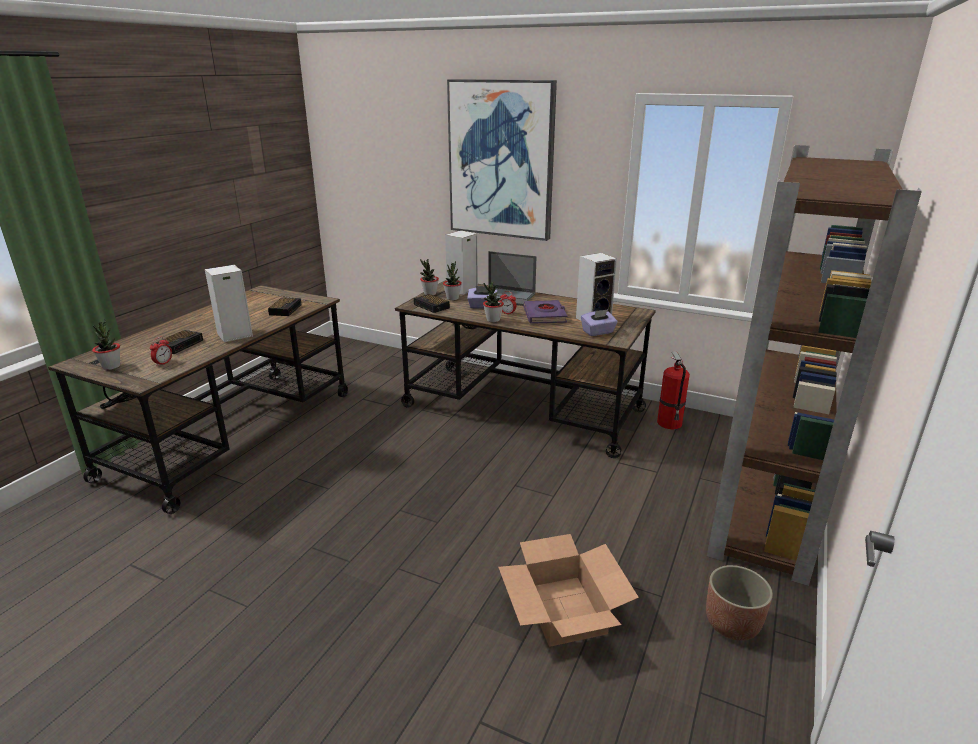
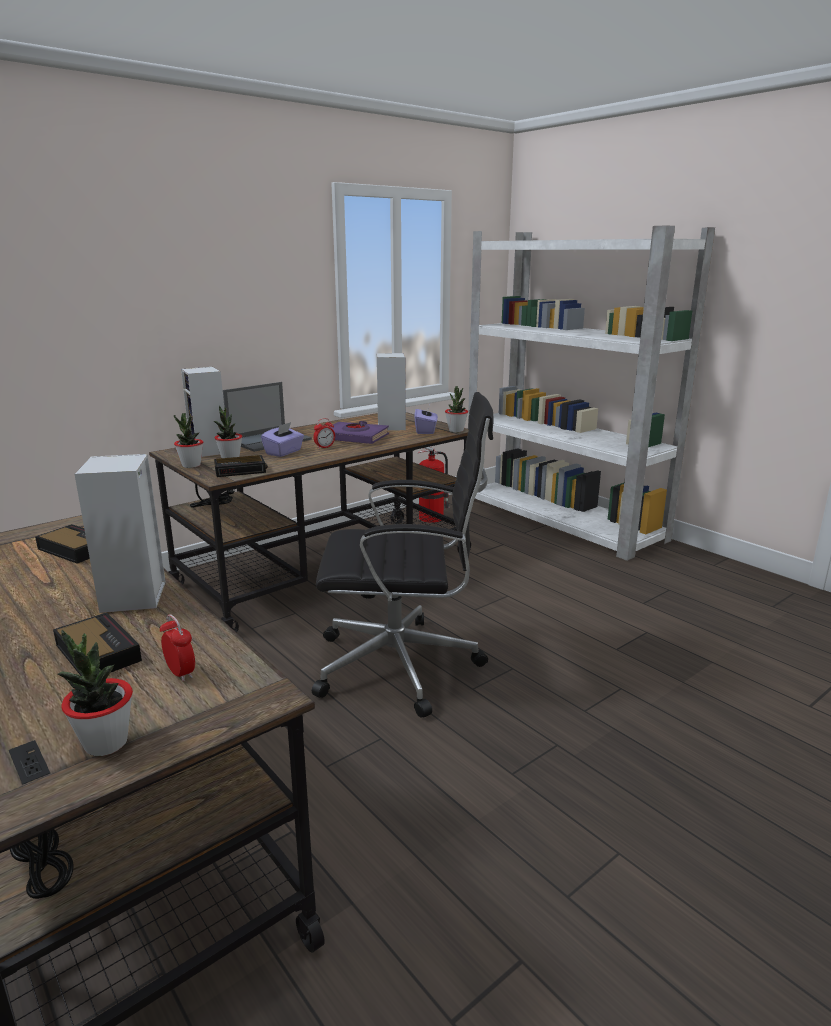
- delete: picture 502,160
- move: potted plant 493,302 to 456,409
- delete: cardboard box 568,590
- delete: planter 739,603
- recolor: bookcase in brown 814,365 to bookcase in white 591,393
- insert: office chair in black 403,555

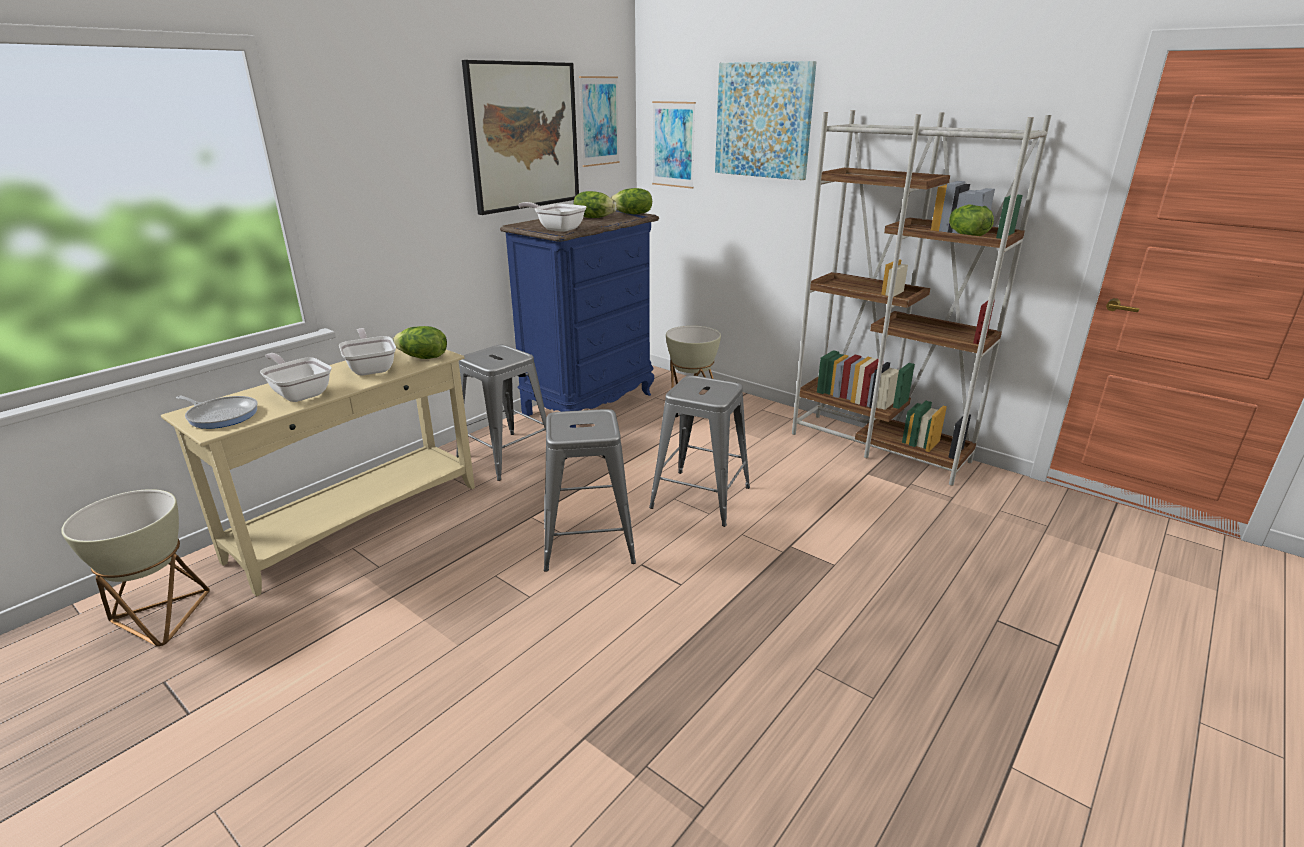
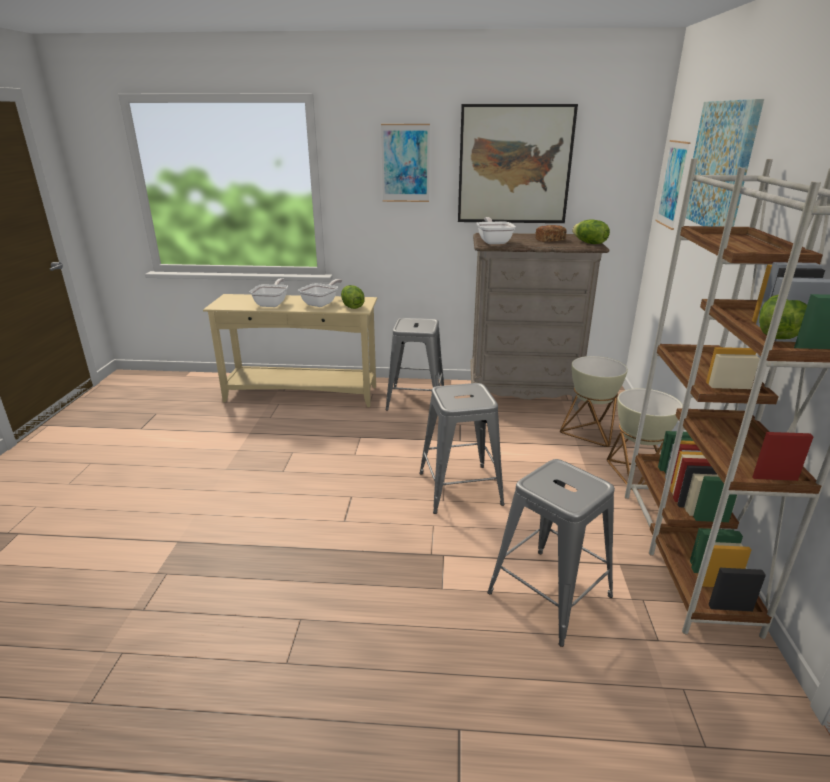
- move: planter 135,567 to 645,439
- delete: frying pan 217,412
- recolor: dresser in blue 579,319 to dresser in beige 539,322
- move: stool in grey 590,490 to 551,553
- replace: lettuce 595,204 to bread 551,233
- move: picture 599,121 to 405,163

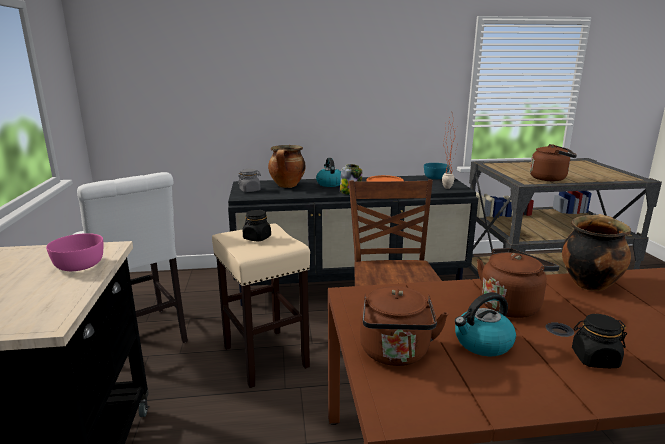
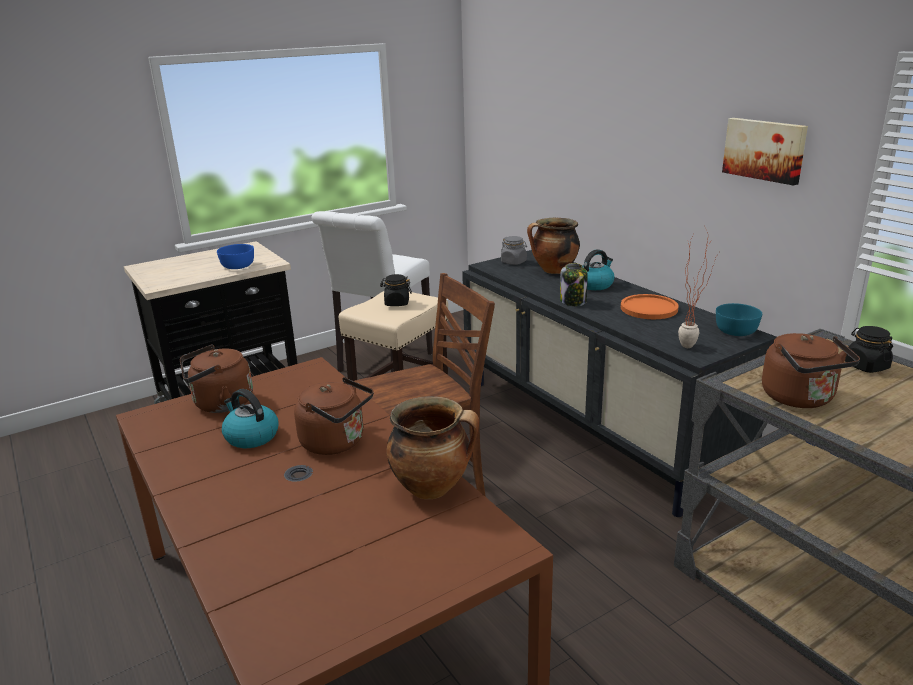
- recolor: bowl in pink 74,252 to bowl in blue 235,256
- move: jar in black 599,341 to 869,349
- insert: picture 765,152

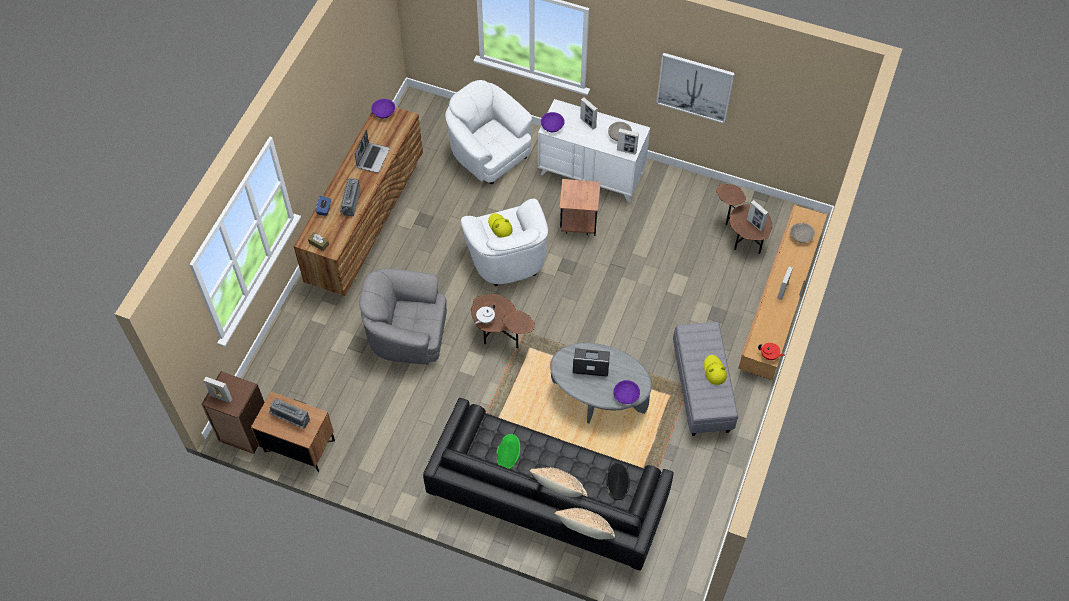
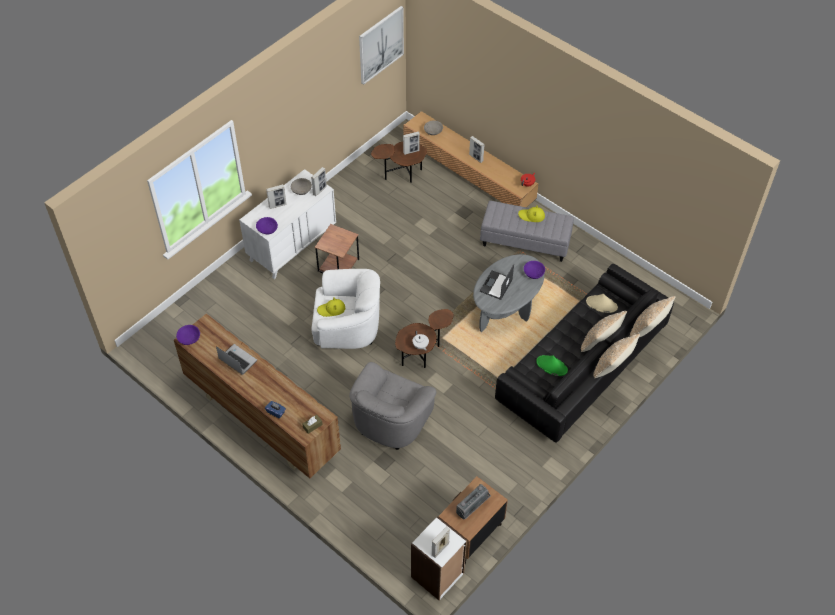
- recolor: bookcase in brown 233,412 to bookcase in white 439,558
- delete: radio 349,197
- delete: armchair in white 488,132
- recolor: hat in black 618,481 to hat in beige 602,303
- move: picture 695,88 to 381,45
- insert: pillow in beige 617,356

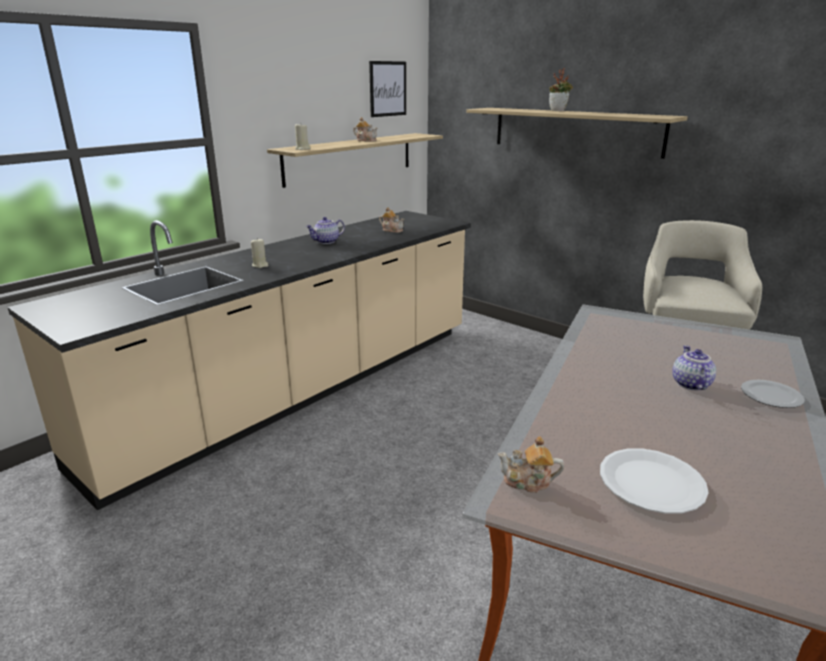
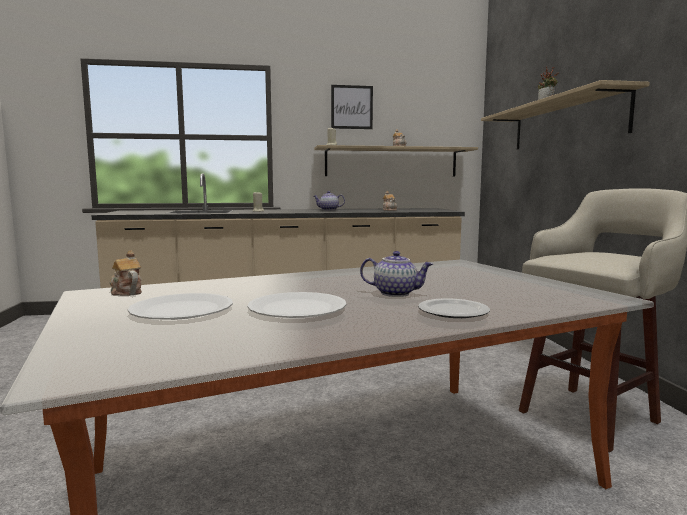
- move: picture 387,89 to 352,107
- rotate: teapot 694,368 = 396,274 60 degrees clockwise
- insert: plate in white 296,305

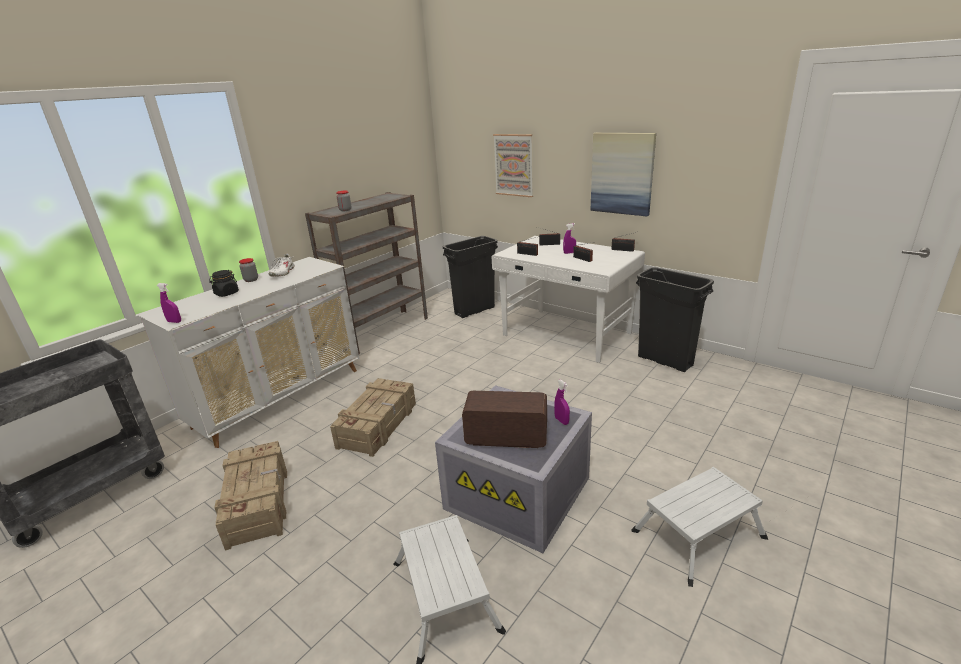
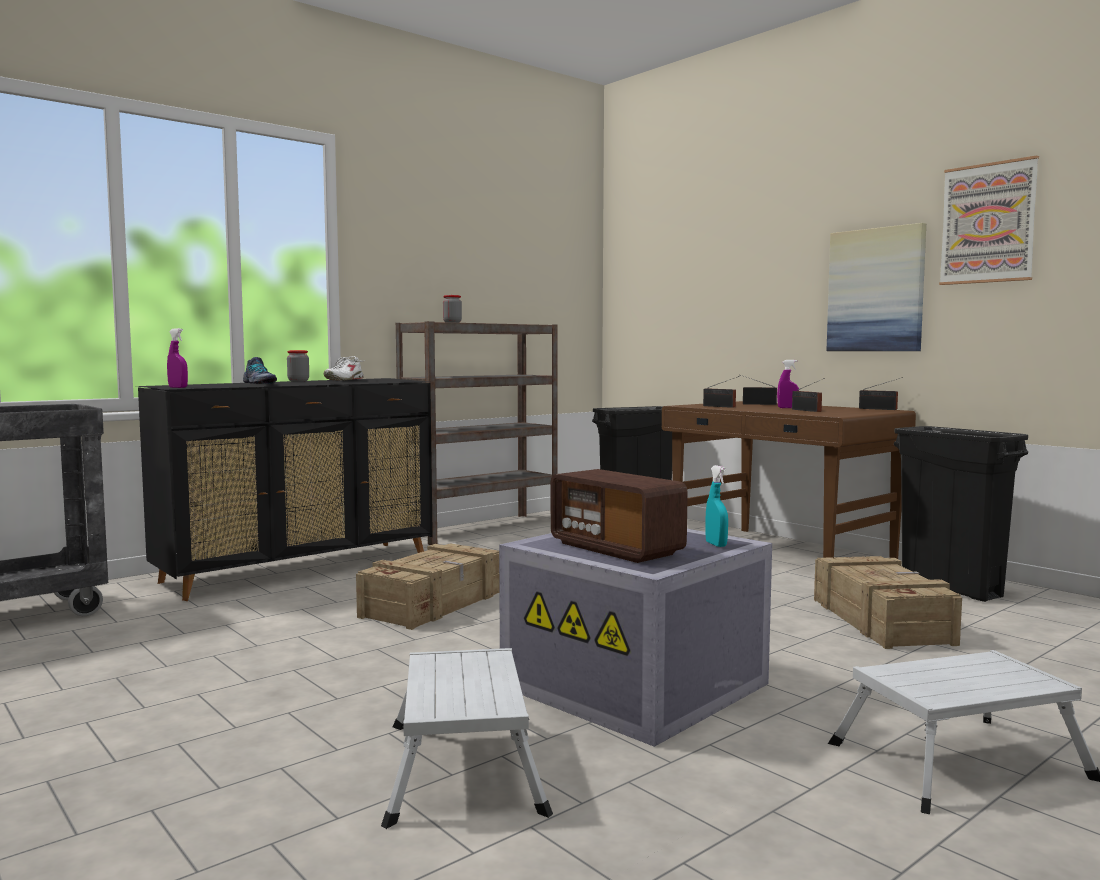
- recolor: cabinet in white 248,352 to cabinet in black 284,489
- replace: jar in black 224,283 to shoe 260,370
- move: crate 250,496 to 888,602
- rotate: radio 504,419 = 619,516 150 degrees counterclockwise
- recolor: desk in white 568,299 to desk in brown 789,480
- move: picture 513,165 to 989,220
- recolor: spray bottle in purple 562,402 to spray bottle in turquoise 716,506

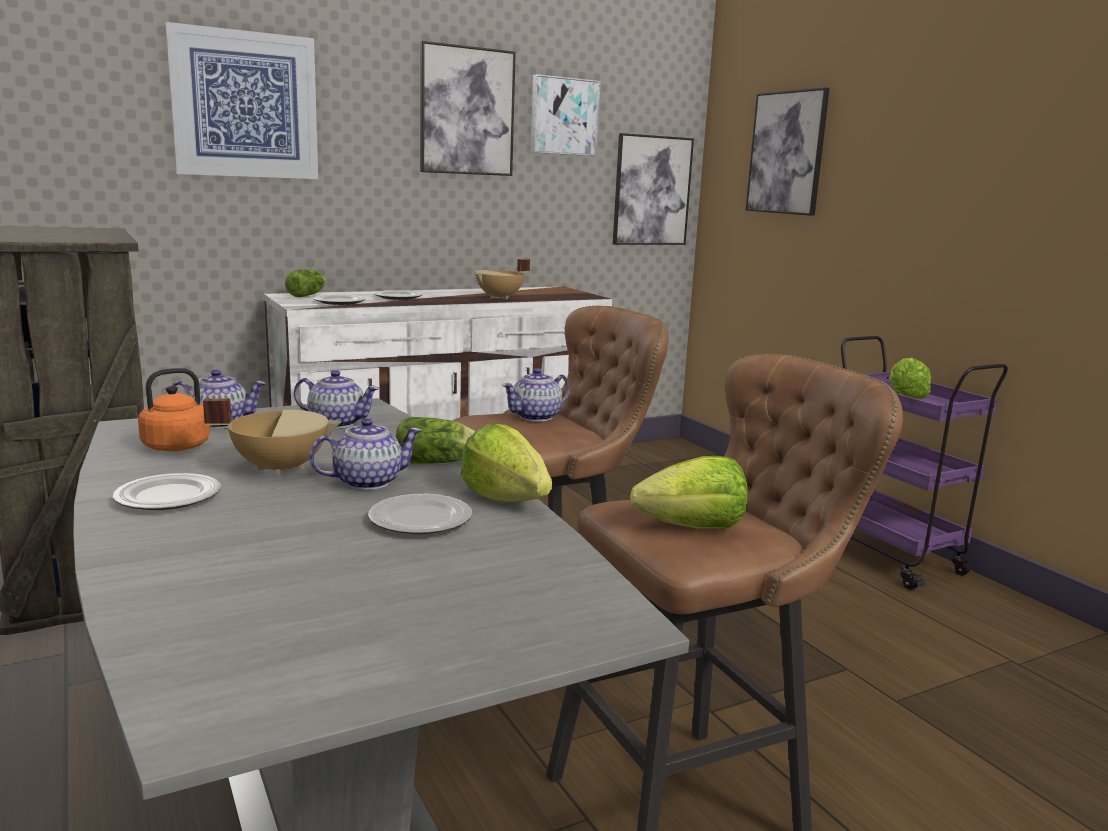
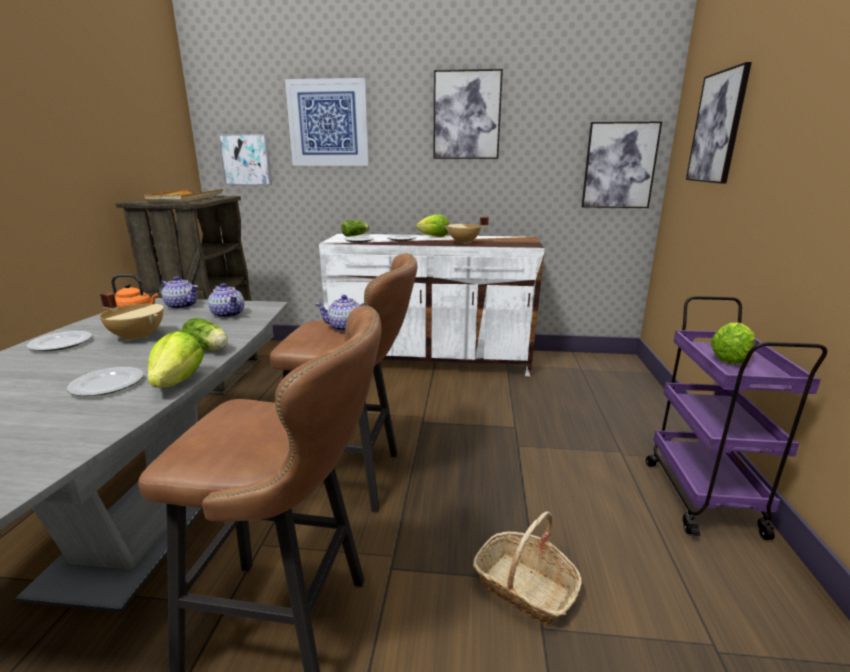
- delete: teapot 366,454
- move: picture 566,115 to 245,159
- move: lettuce 689,492 to 432,225
- insert: tray in beige 183,195
- insert: basket 527,568

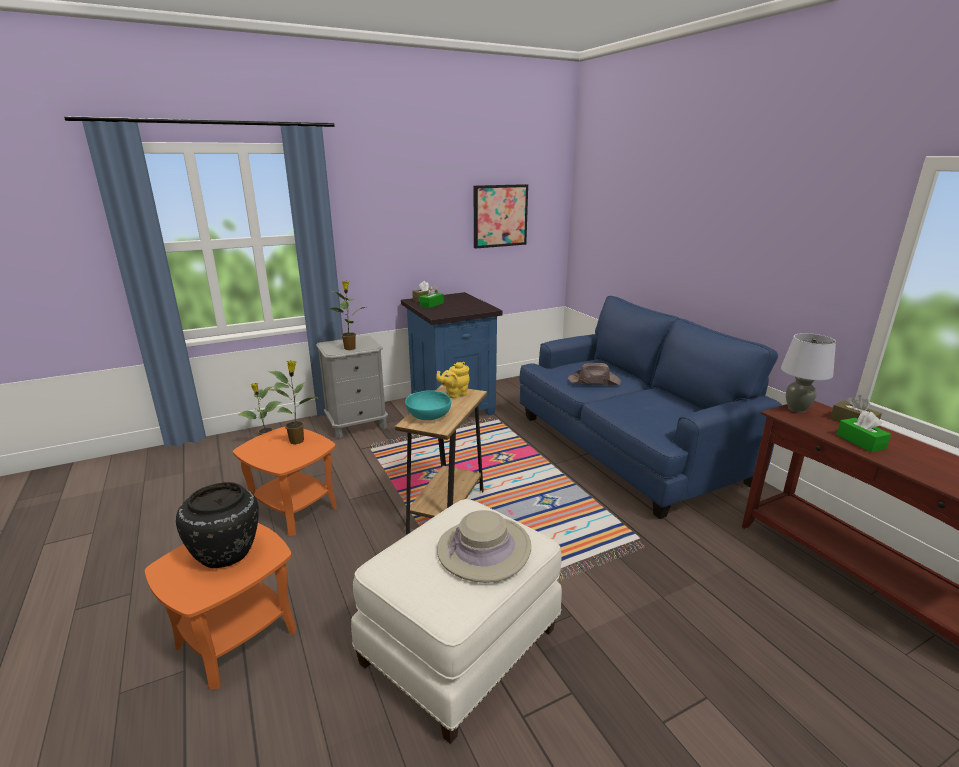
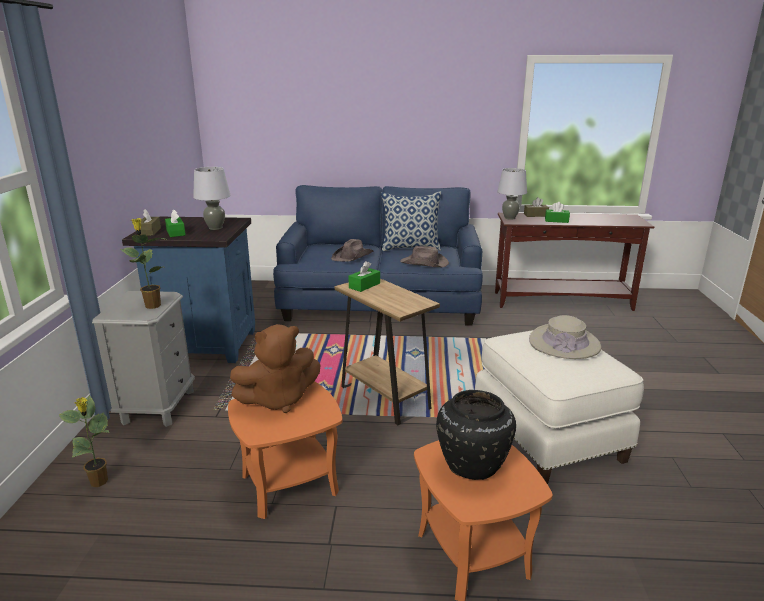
- replace: potted plant 294,402 to plush toy in brown 275,368
- delete: bowl in turquoise 428,405
- replace: teapot in yellow 453,380 to tissue box in green 364,276
- delete: picture 501,216
- insert: table lamp in grey 212,198
- insert: pillow 411,221
- insert: hat in brown 424,257

